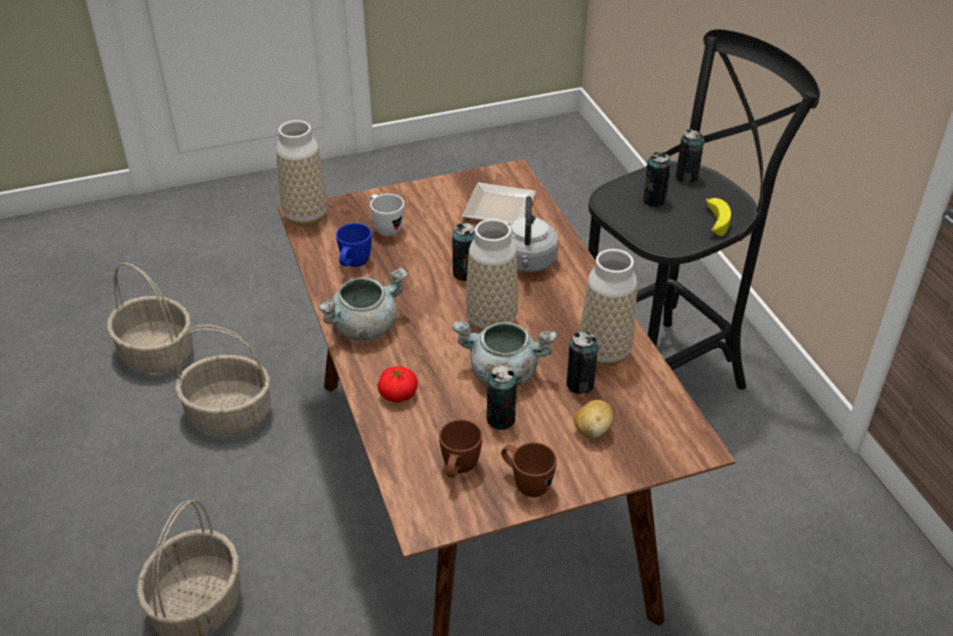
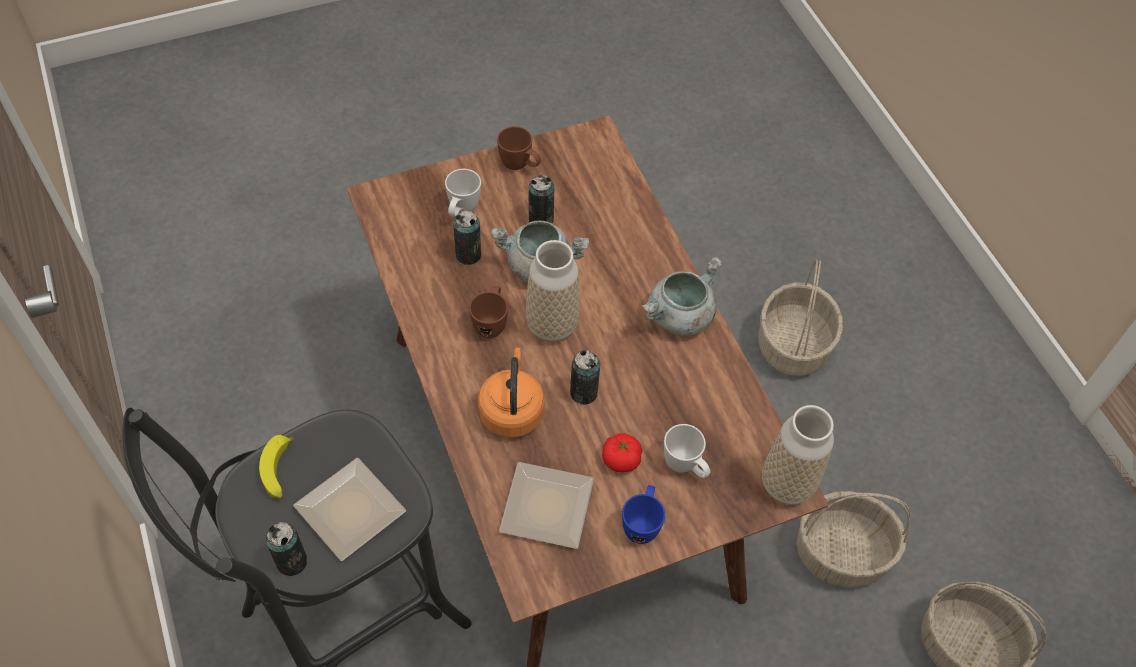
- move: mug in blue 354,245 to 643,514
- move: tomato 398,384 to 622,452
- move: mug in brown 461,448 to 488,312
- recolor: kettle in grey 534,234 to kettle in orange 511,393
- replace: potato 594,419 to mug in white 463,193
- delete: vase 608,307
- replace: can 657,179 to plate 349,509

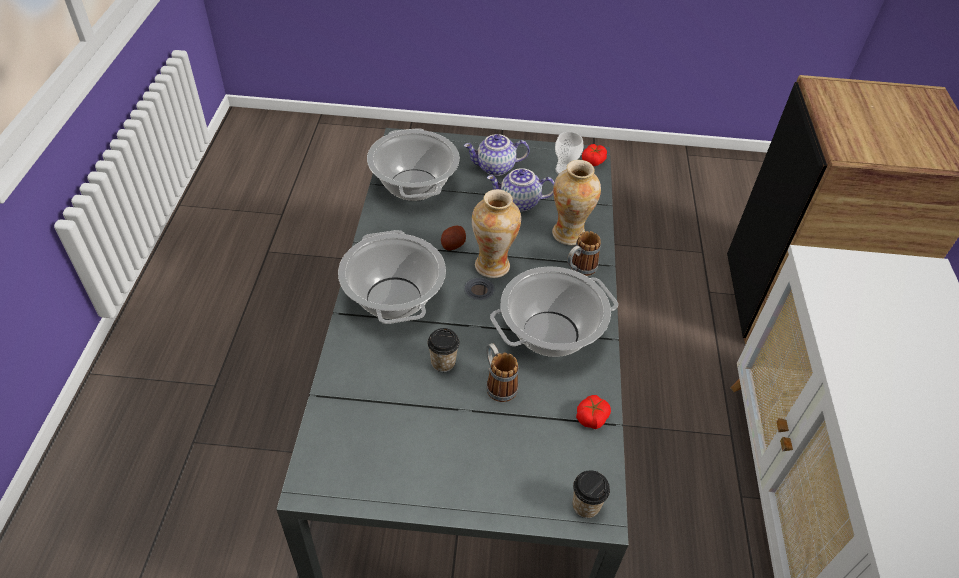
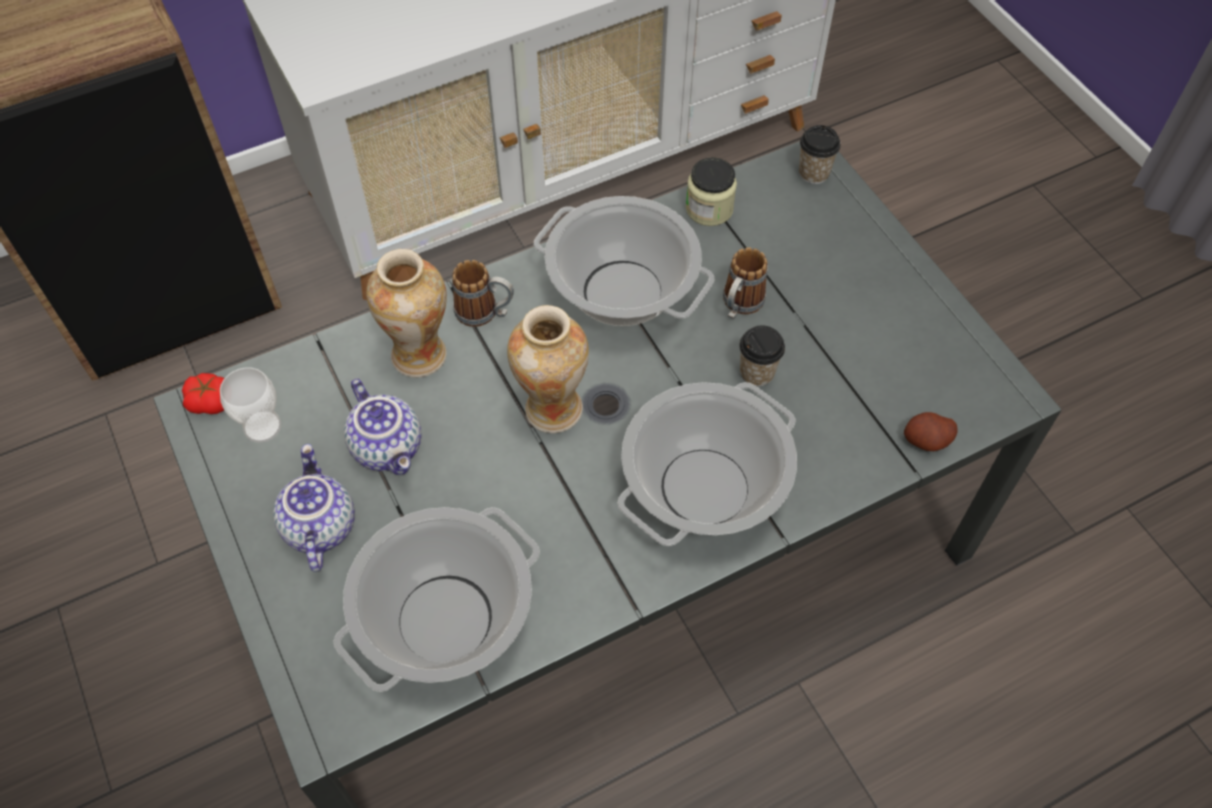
- move: potato 453,238 to 931,431
- rotate: teapot 496,155 = 314,508 150 degrees counterclockwise
- replace: tomato 593,412 to jar 711,191

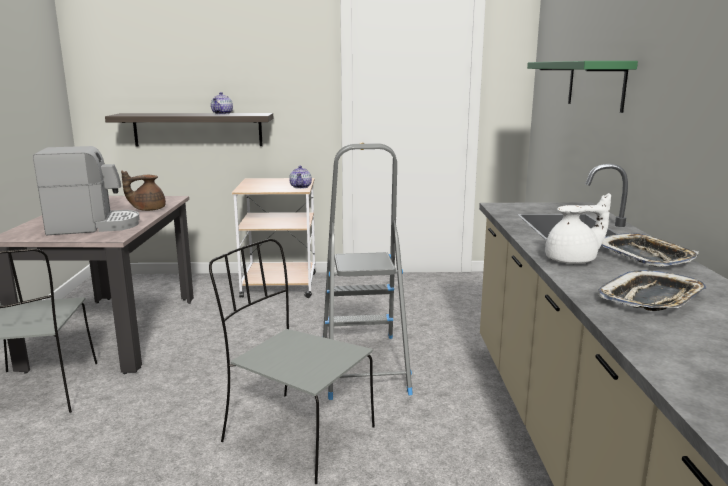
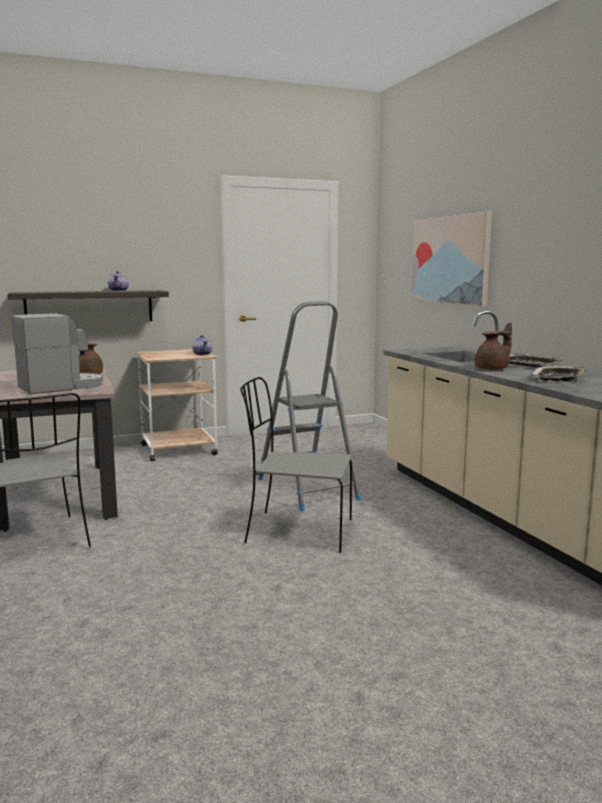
- replace: shelf in green 582,87 to picture 451,258
- recolor: teapot in white 578,228 to teapot in brown 493,346

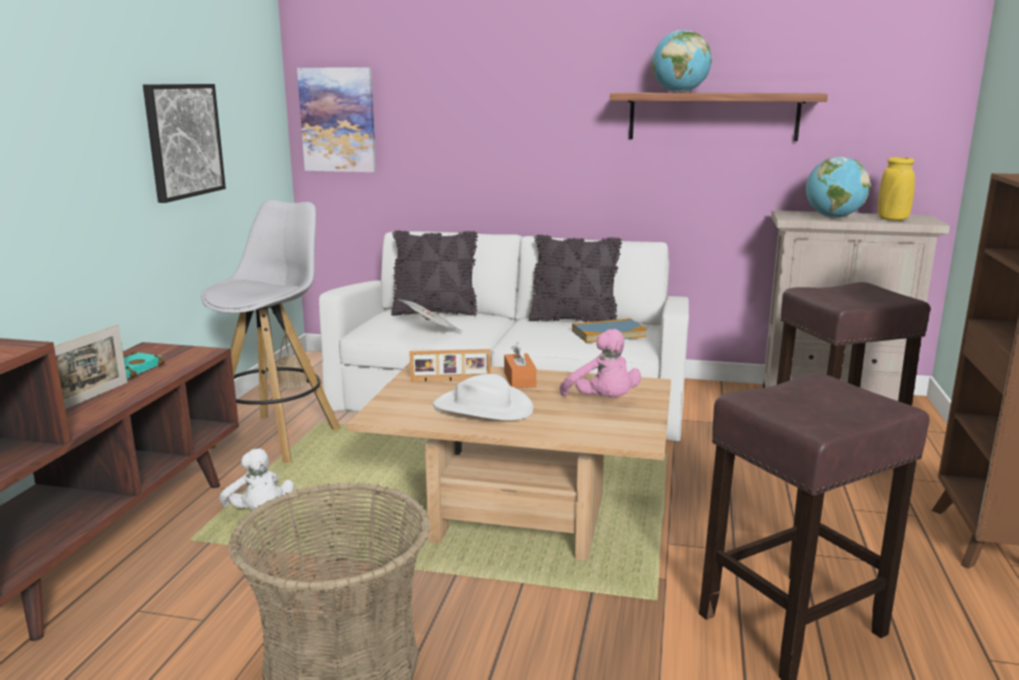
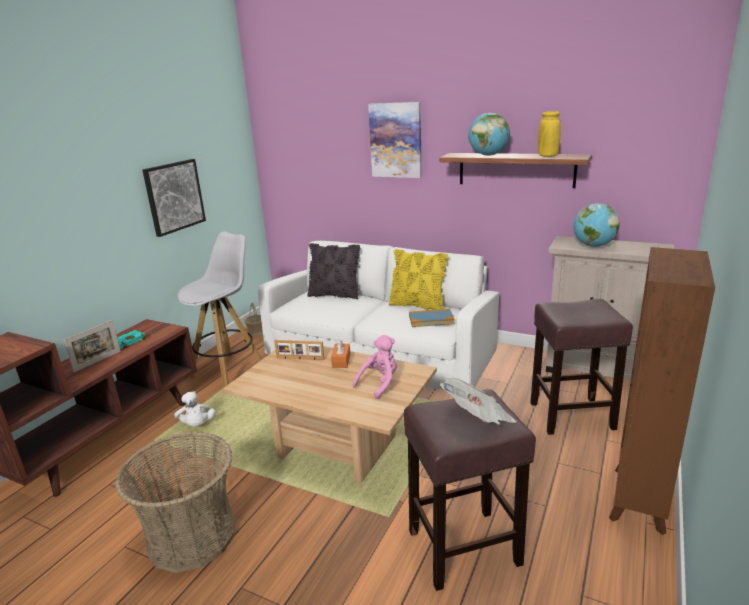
- move: picture 336,119 to 395,140
- move: newspaper 430,315 to 478,401
- delete: hat in white 483,397
- recolor: pillow in black 575,278 to pillow in yellow 418,279
- rotate: plush toy in pink 600,363 = 374,367 120 degrees counterclockwise
- move: vase in yellow 896,189 to 549,134

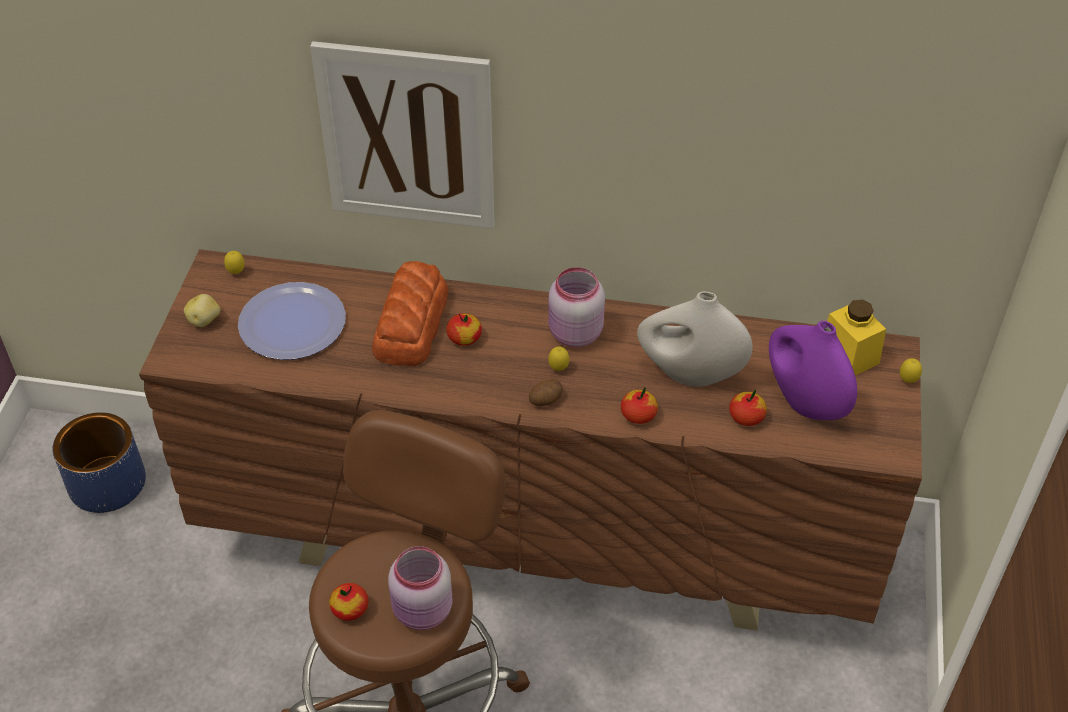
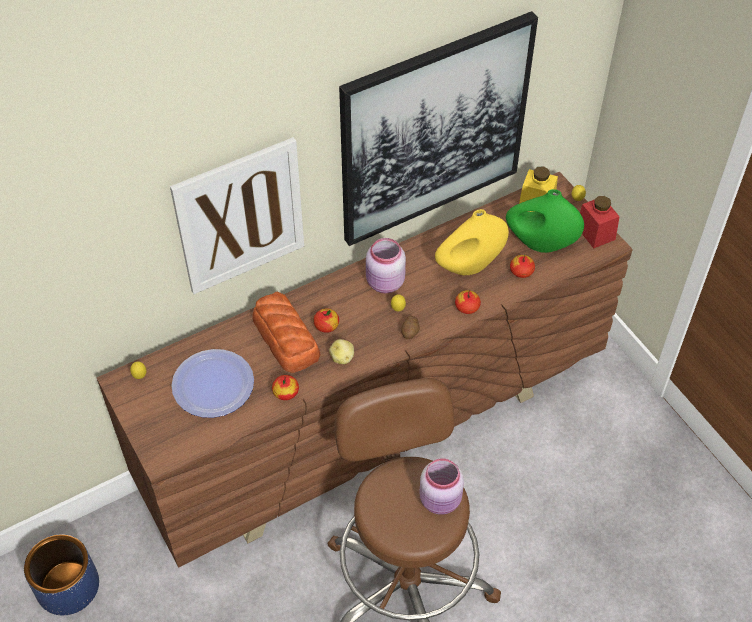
- move: potato 202,310 to 341,351
- move: apple 349,602 to 285,387
- recolor: vase in white 695,339 to vase in yellow 472,242
- recolor: vase in purple 813,370 to vase in green 545,221
- insert: picture 438,128
- insert: jar in red 600,222

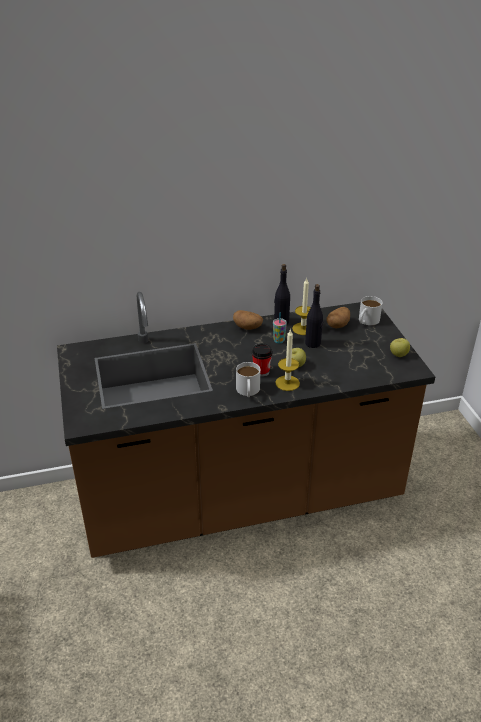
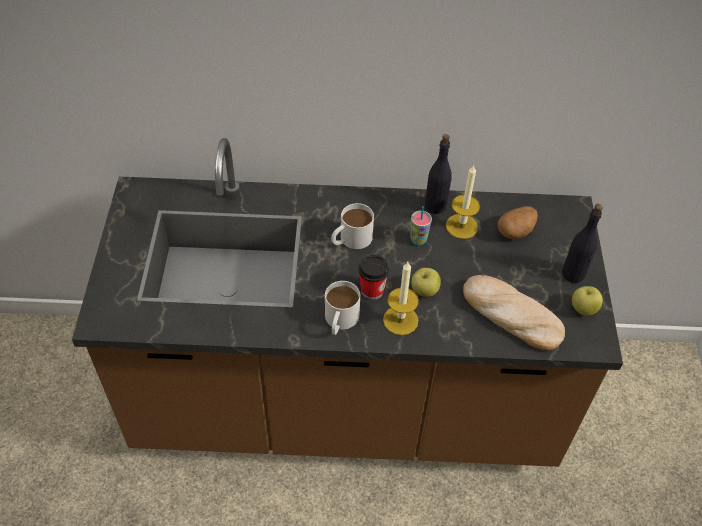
- delete: potato 248,320
- move: bottle in black 314,316 to 582,243
- move: mug in white 371,310 to 352,226
- insert: bread 514,312

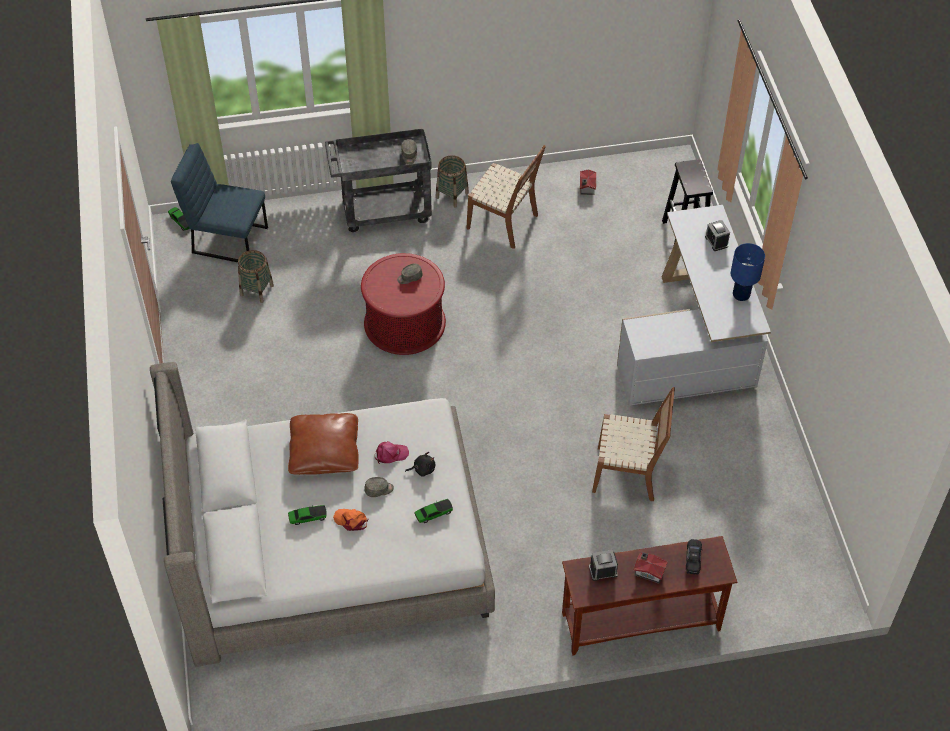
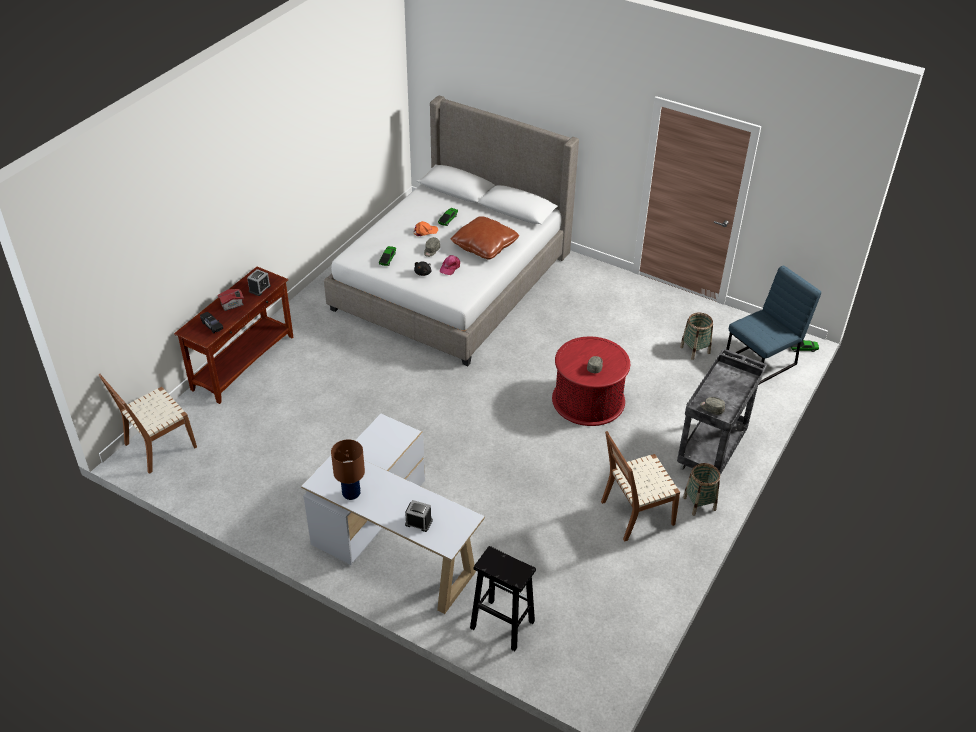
- delete: toy house 588,182
- move: chair 633,444 to 148,424
- recolor: table lamp in blue 748,272 to table lamp in brown 348,469

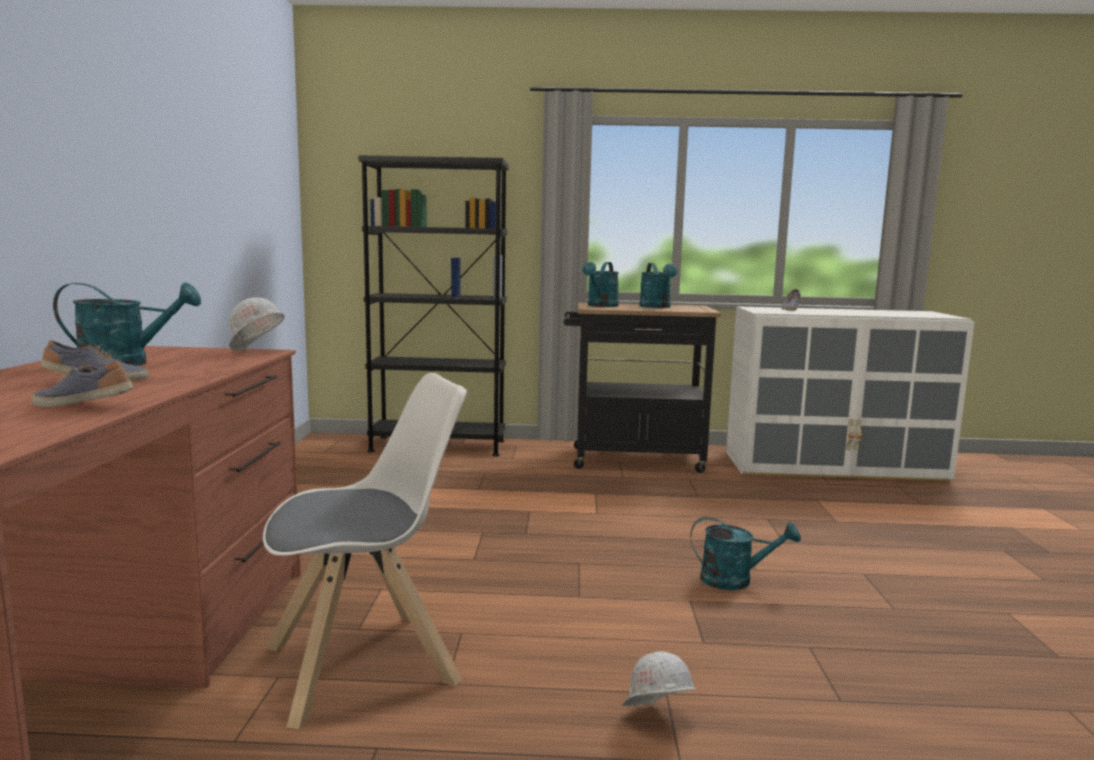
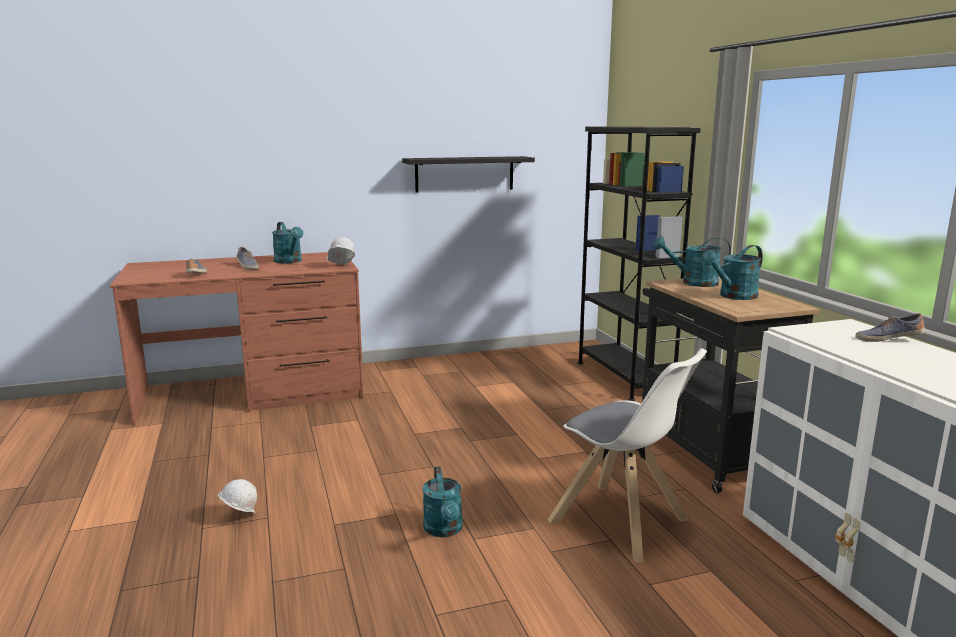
- move: chair 365,551 to 627,455
- insert: shelf in black 468,174

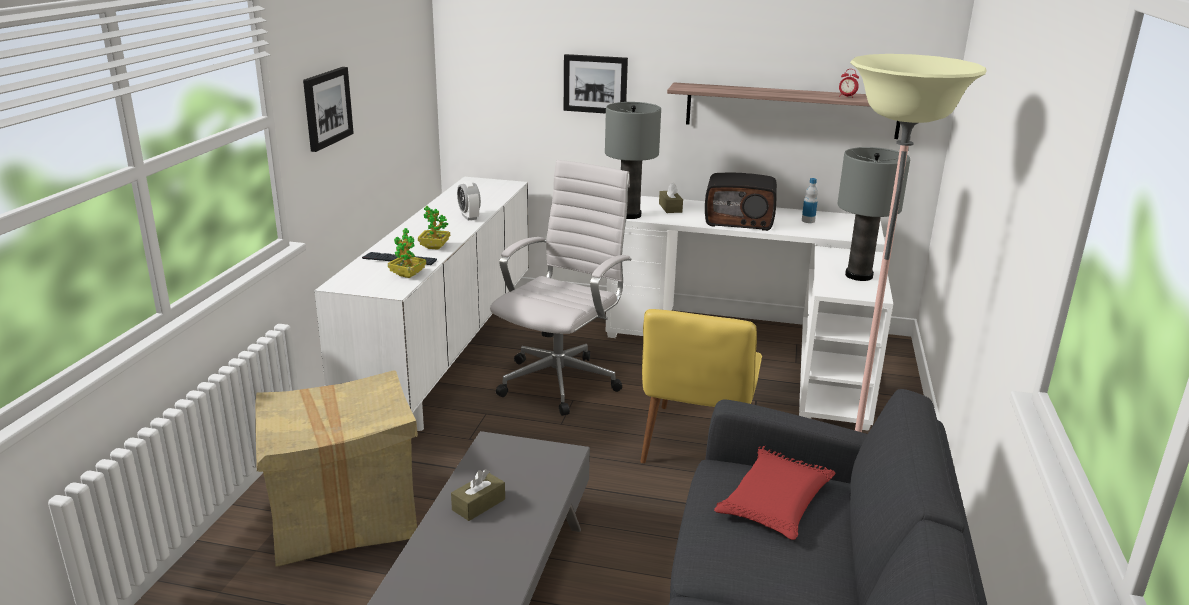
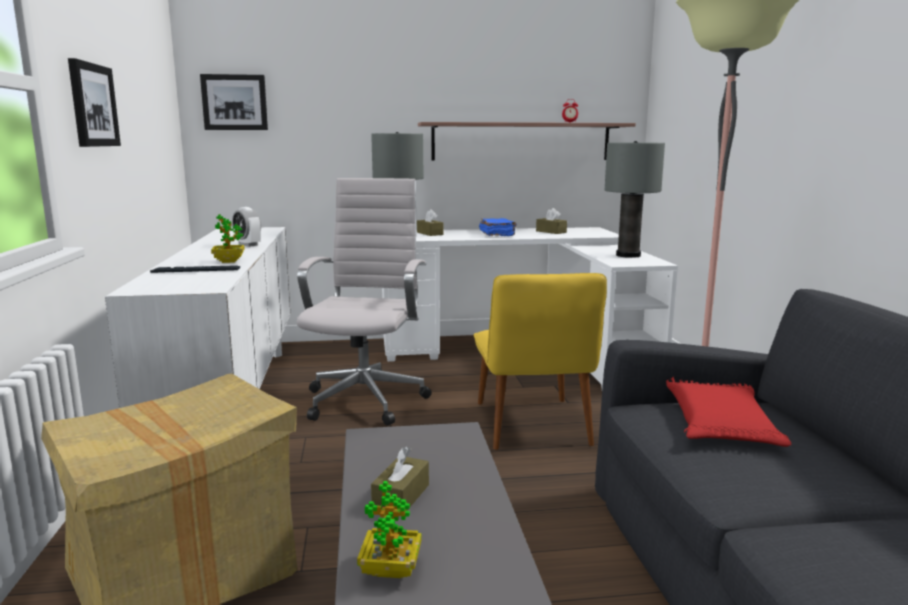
- move: potted plant 407,253 to 389,529
- move: picture 596,84 to 234,102
- replace: radio 741,202 to book in blue 498,227
- replace: bottle 810,200 to tissue box in brown 551,221

